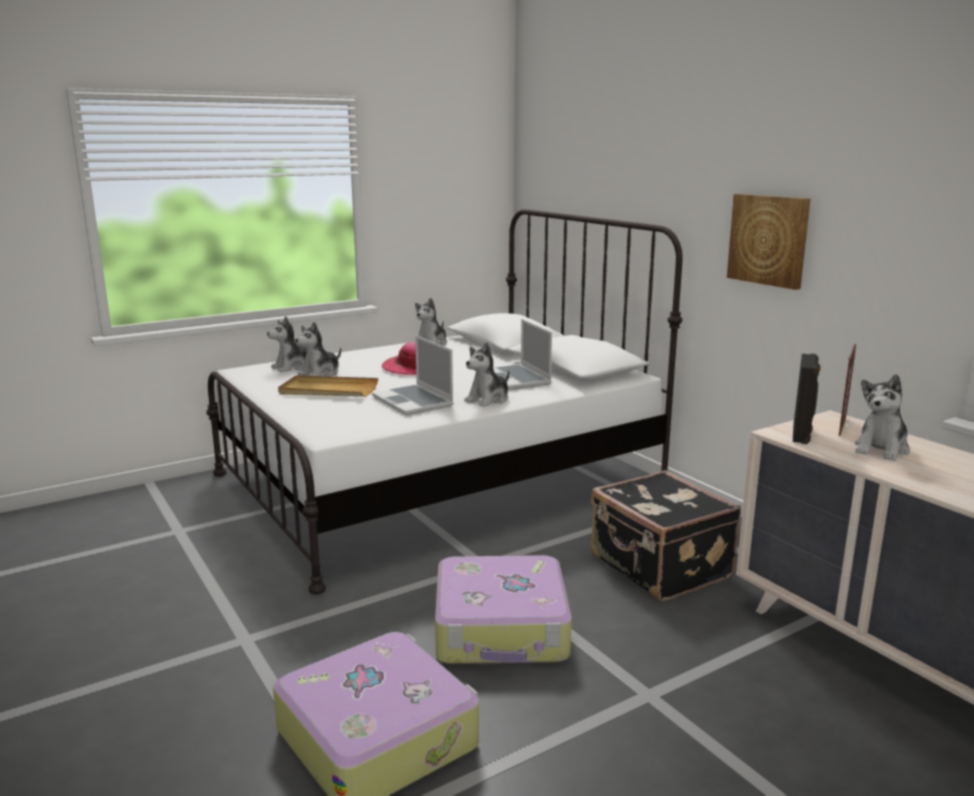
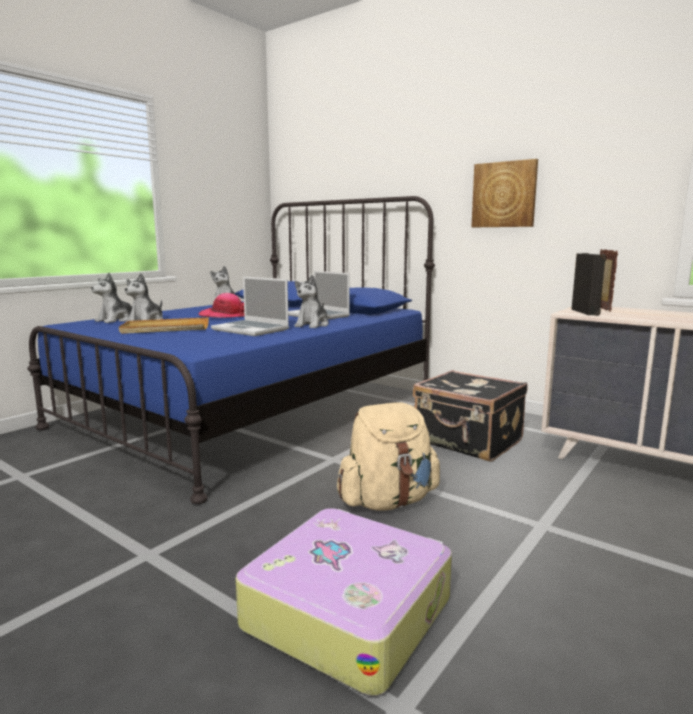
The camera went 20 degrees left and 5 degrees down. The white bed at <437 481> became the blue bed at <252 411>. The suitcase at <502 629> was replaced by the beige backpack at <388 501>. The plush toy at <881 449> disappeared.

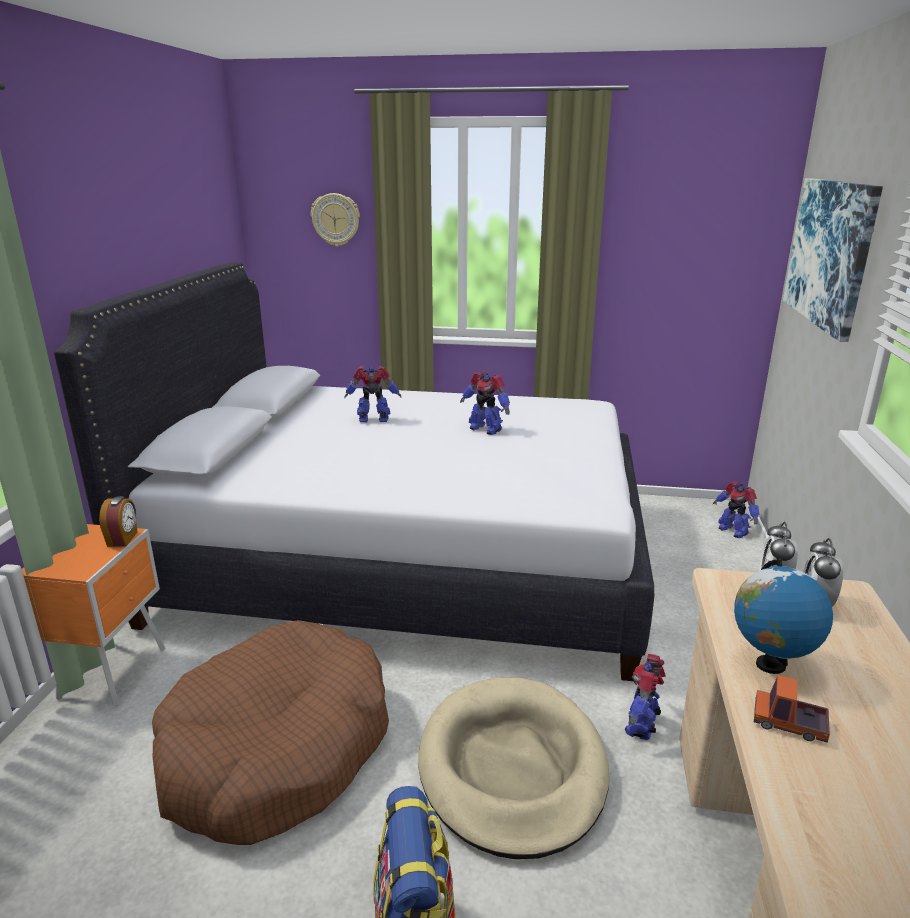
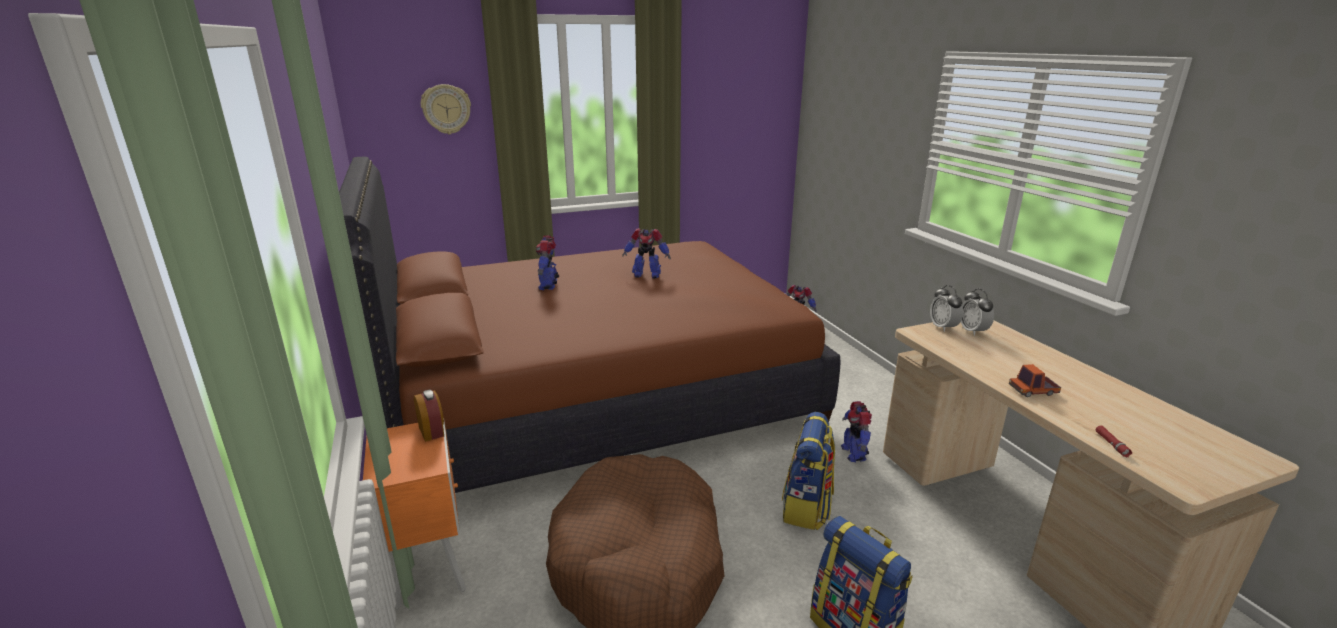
The camera went 30 degrees left and 0 degrees up. The white bed at <406 559> became the brown bed at <595 399>. The toy robot at <374 420> turned 60 degrees counterclockwise. The beige dog bed at <512 768> was replaced by the backpack at <807 508>. The globe at <770 665> disappeared. The picture at <829 253> disappeared. The red flashlight at <1111 444> appeared.

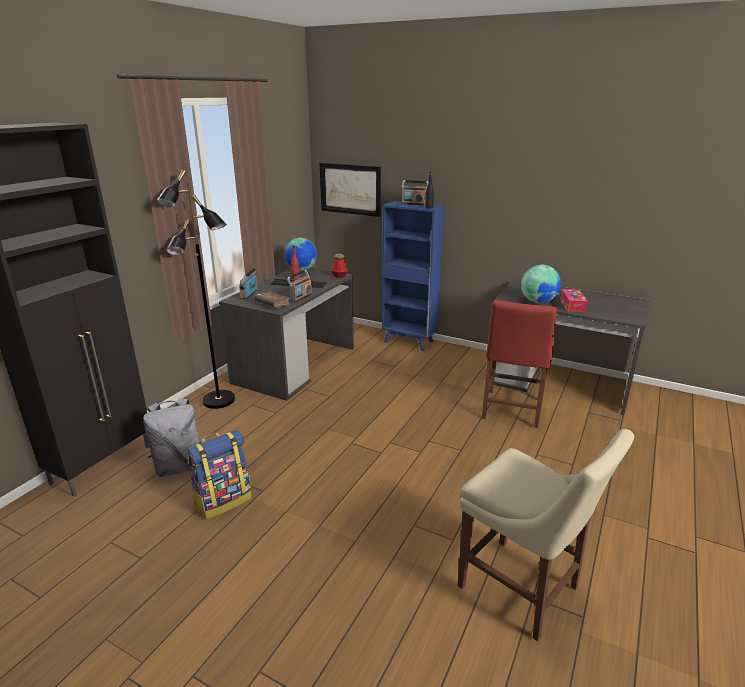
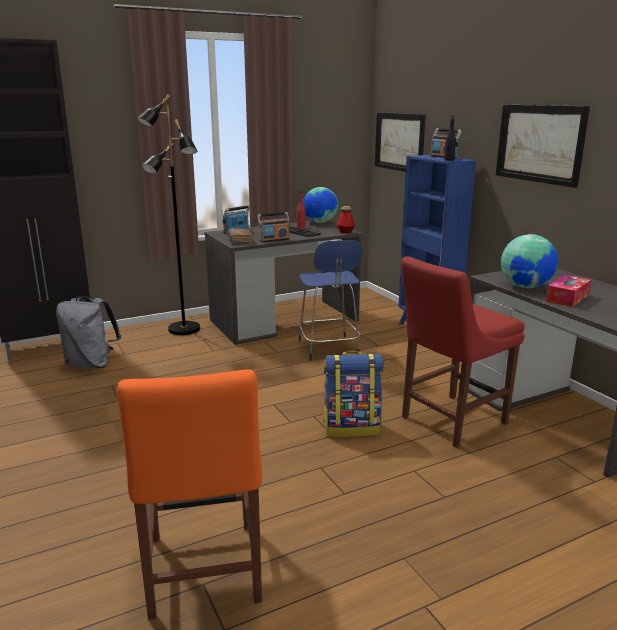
The camera went 35 degrees right and 5 degrees down. The backpack moved from <223 500> to <352 427>. The beige chair at <523 590> became the orange chair at <203 573>. The blue stool at <329 349> appeared. The picture at <540 143> appeared.

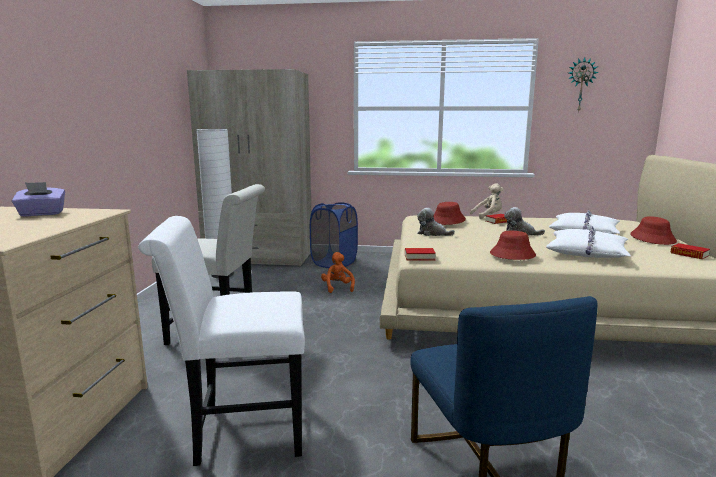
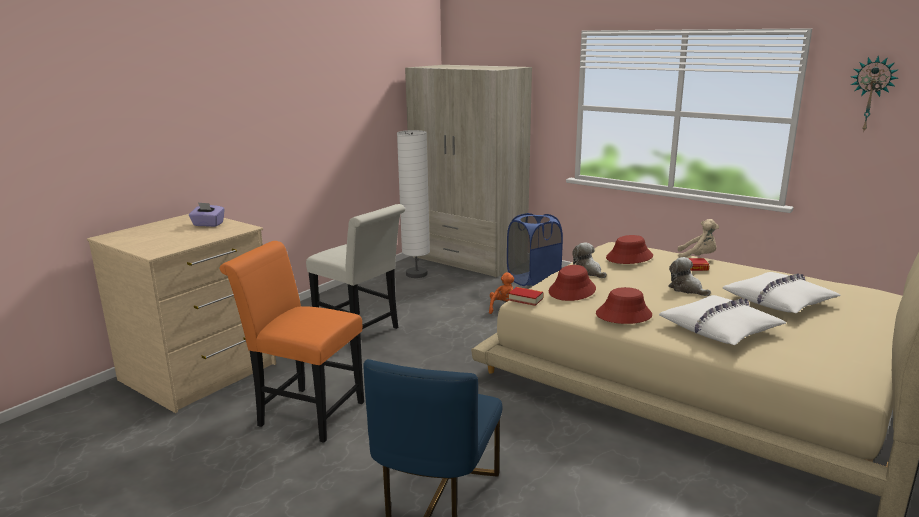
The camera went 30 degrees right and 5 degrees up. The white chair at <241 430> became the orange chair at <305 412>. The red hat moved from <652 238> to <572 290>. The book at <689 254> disappeared.

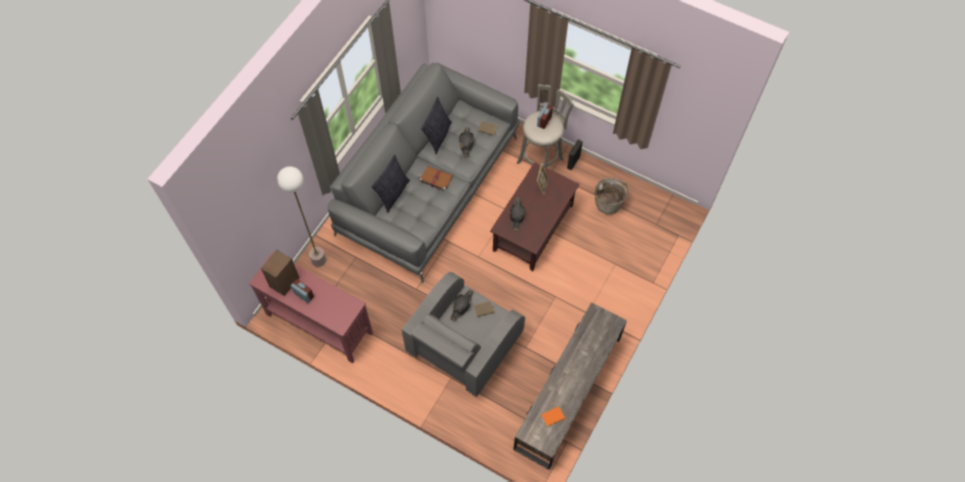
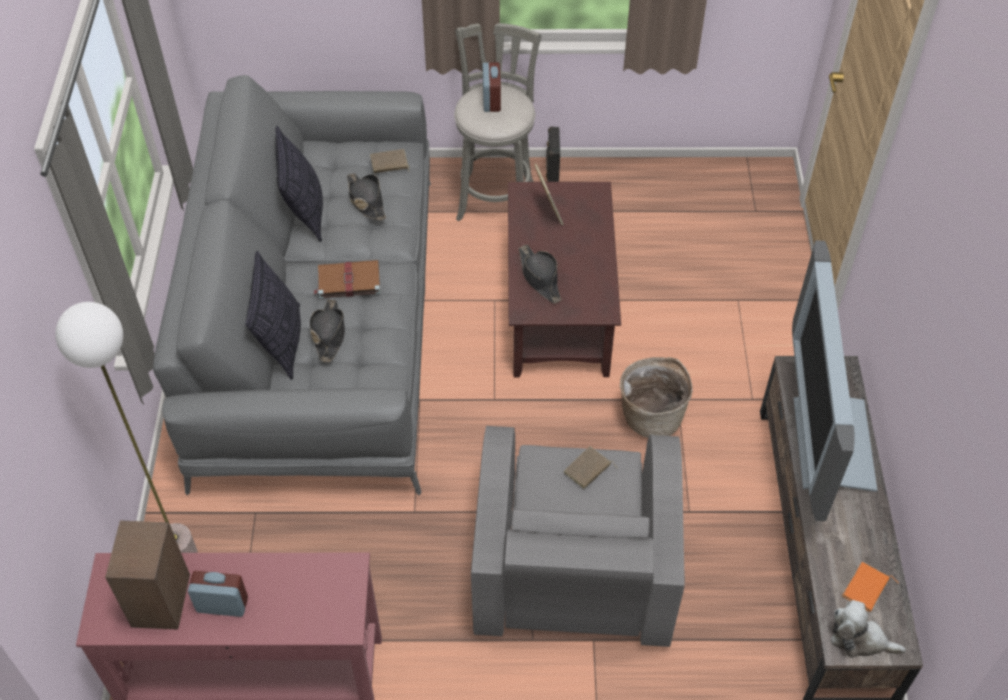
The camera went 30 degrees left and 10 degrees down. The black hat moved from <462 306> to <329 334>. The basket moved from <608 203> to <651 415>. The television at <825 444> appeared. The plush toy at <859 639> appeared.

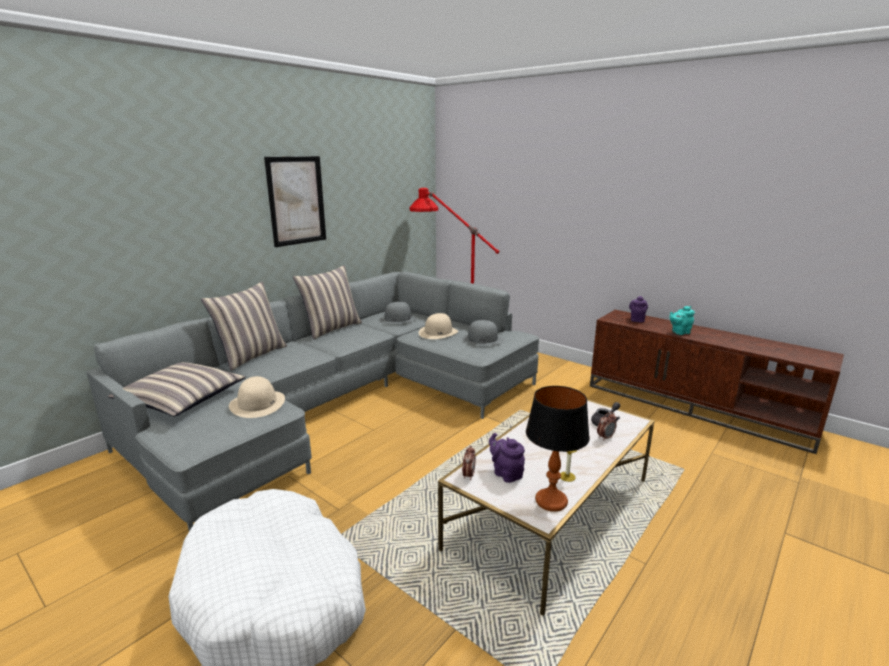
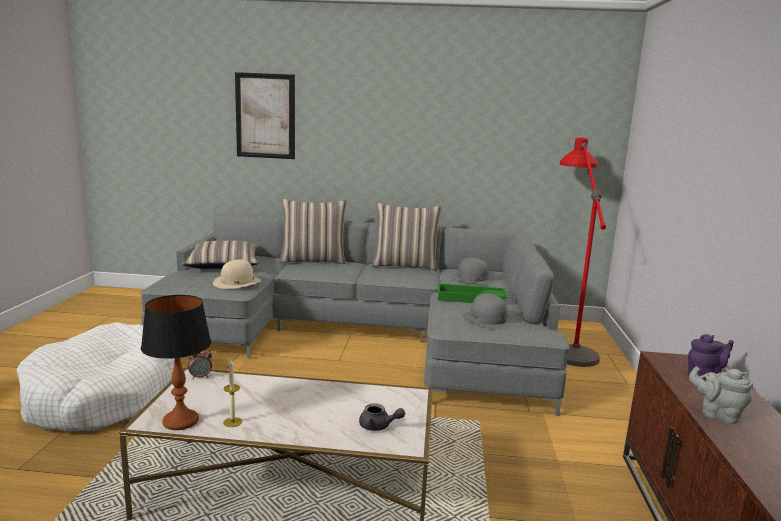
The camera went 55 degrees right and 5 degrees down. The picture moved from <296 201> to <265 116>. The beige hat at <438 332> was replaced by the green tray at <470 299>. The purple teapot at <506 473> disappeared. The alarm clock at <605 437> disappeared. The turquoise teapot at <679 332> became the grey teapot at <717 414>.

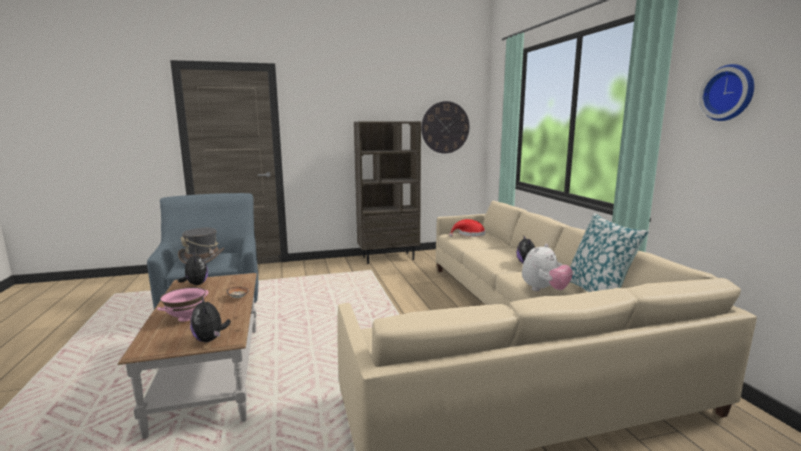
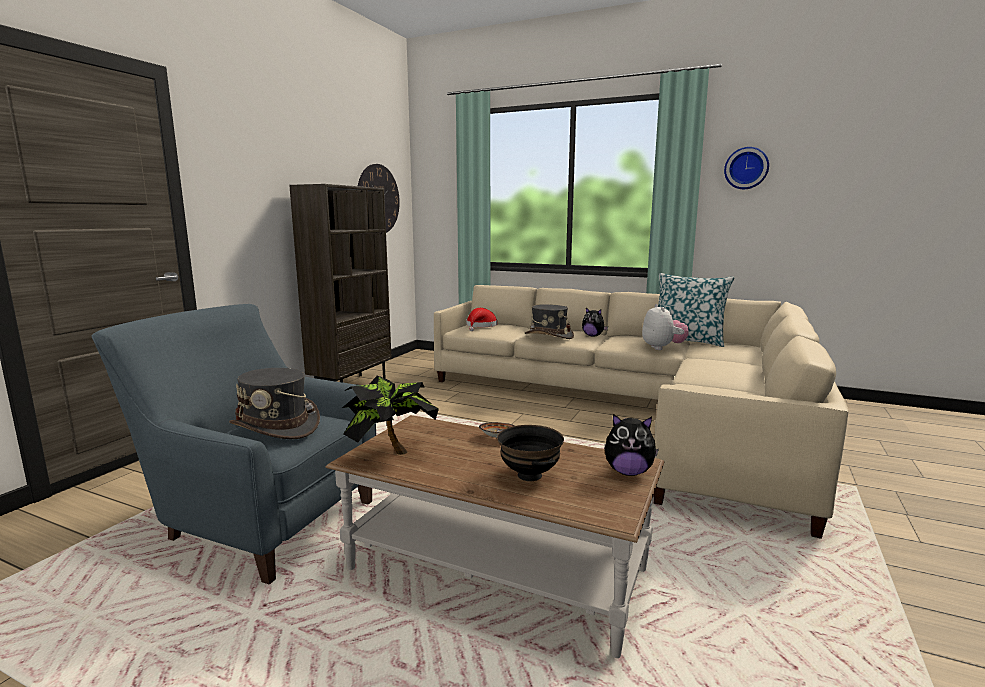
The camera went 50 degrees left and 0 degrees up. The pink bowl at <186 318> became the black bowl at <530 475>. The plush toy at <196 284> was replaced by the potted plant at <389 452>. The grey hat at <548 336> appeared.

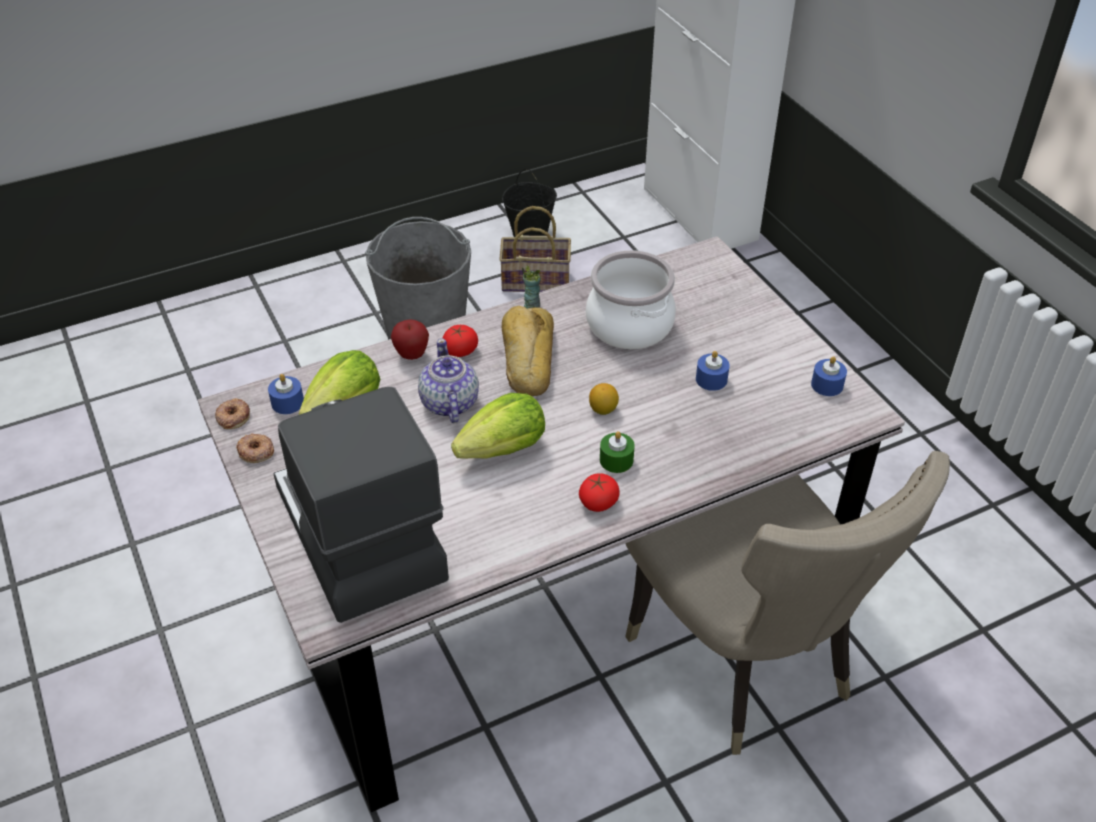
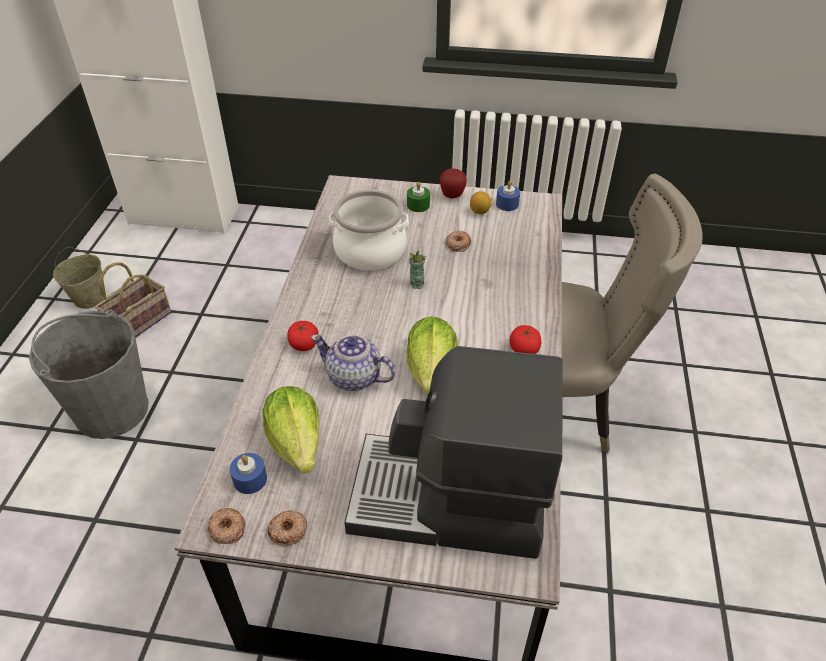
The camera went 55 degrees left and 0 degrees up. The apple moved from <412 355> to <452 196>. The black bucket at <530 232> became the beige bucket at <90 298>. The bread at <526 358> disappeared. The cup moved from <531 305> to <416 284>. The lemon moved from <603 410> to <480 211>. The green candle moved from <616 460> to <418 205>. The blue candle at <711 379> was replaced by the donut at <458 244>.

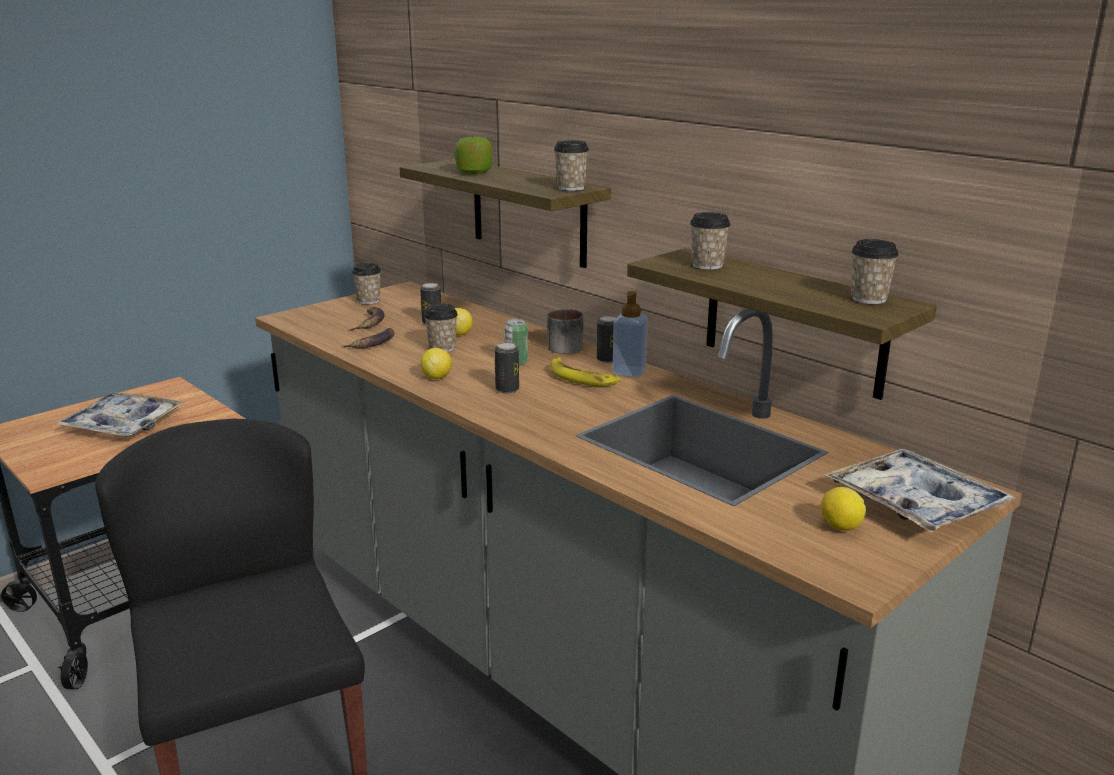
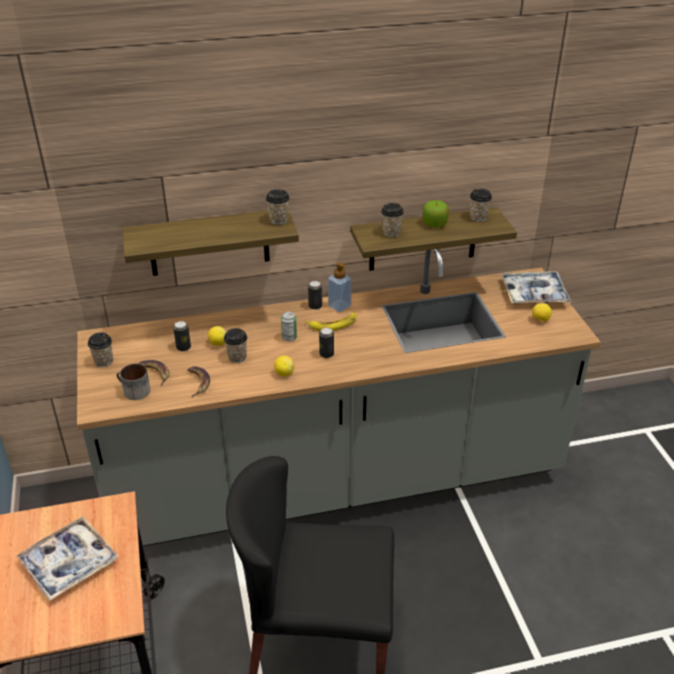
The camera went 60 degrees left and 15 degrees up. The apple moved from <474 172> to <435 224>. The mug moved from <563 346> to <133 391>.

